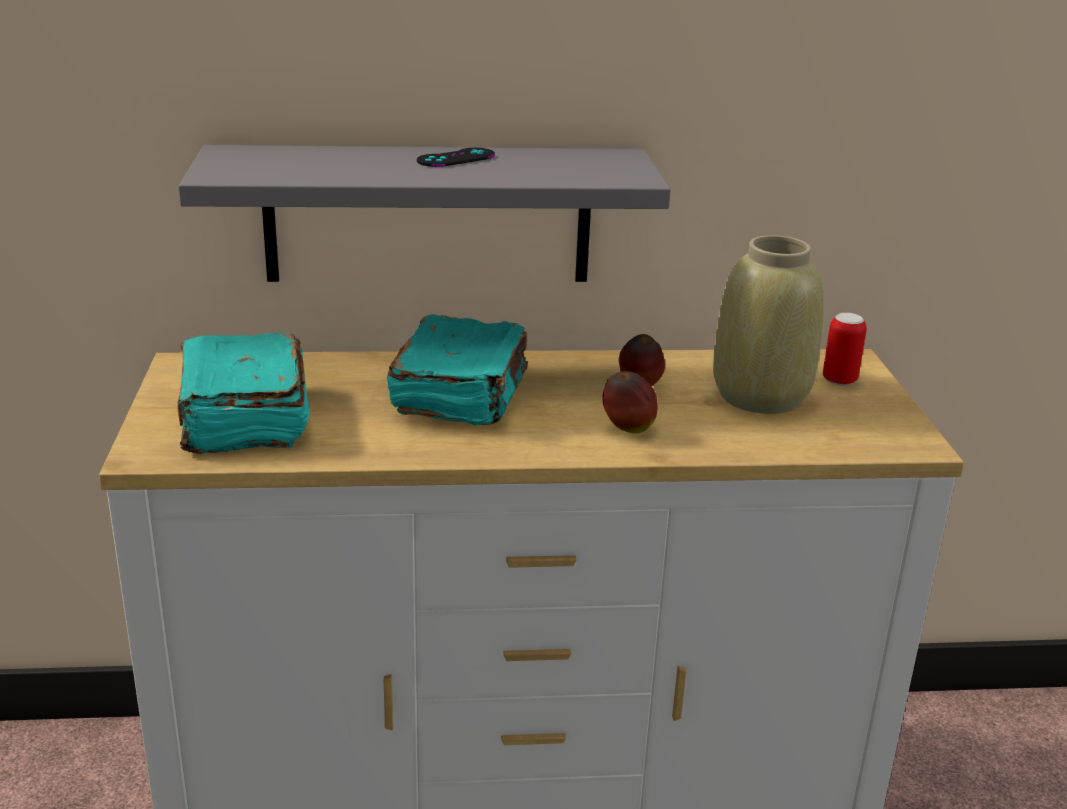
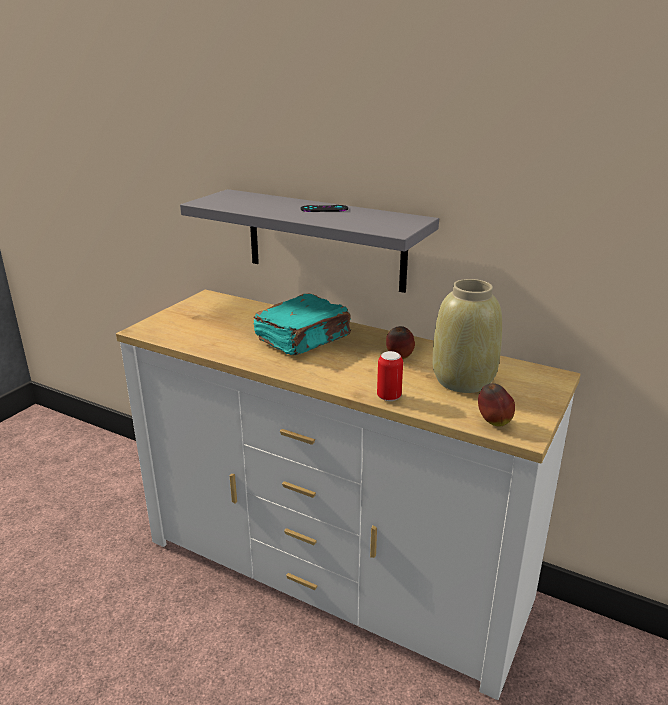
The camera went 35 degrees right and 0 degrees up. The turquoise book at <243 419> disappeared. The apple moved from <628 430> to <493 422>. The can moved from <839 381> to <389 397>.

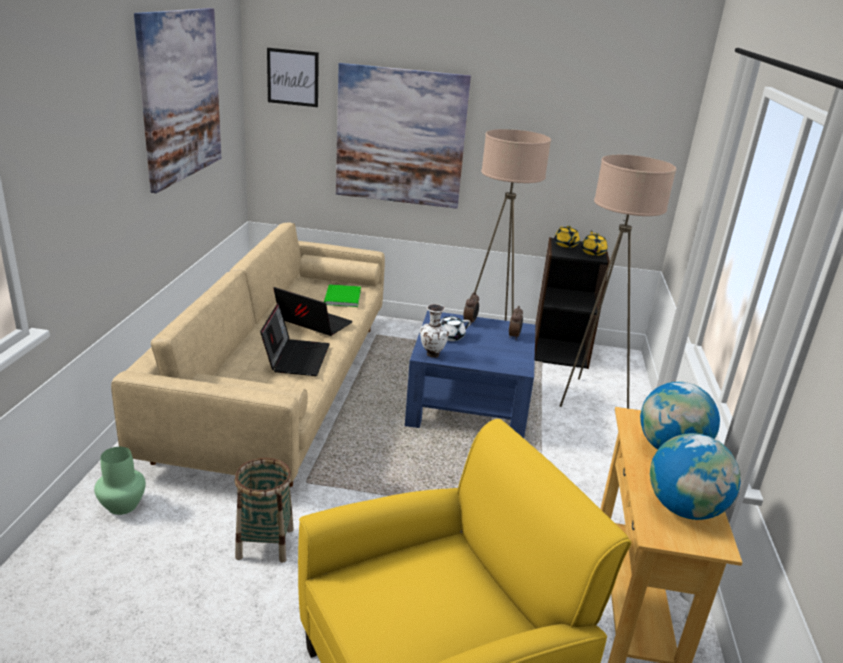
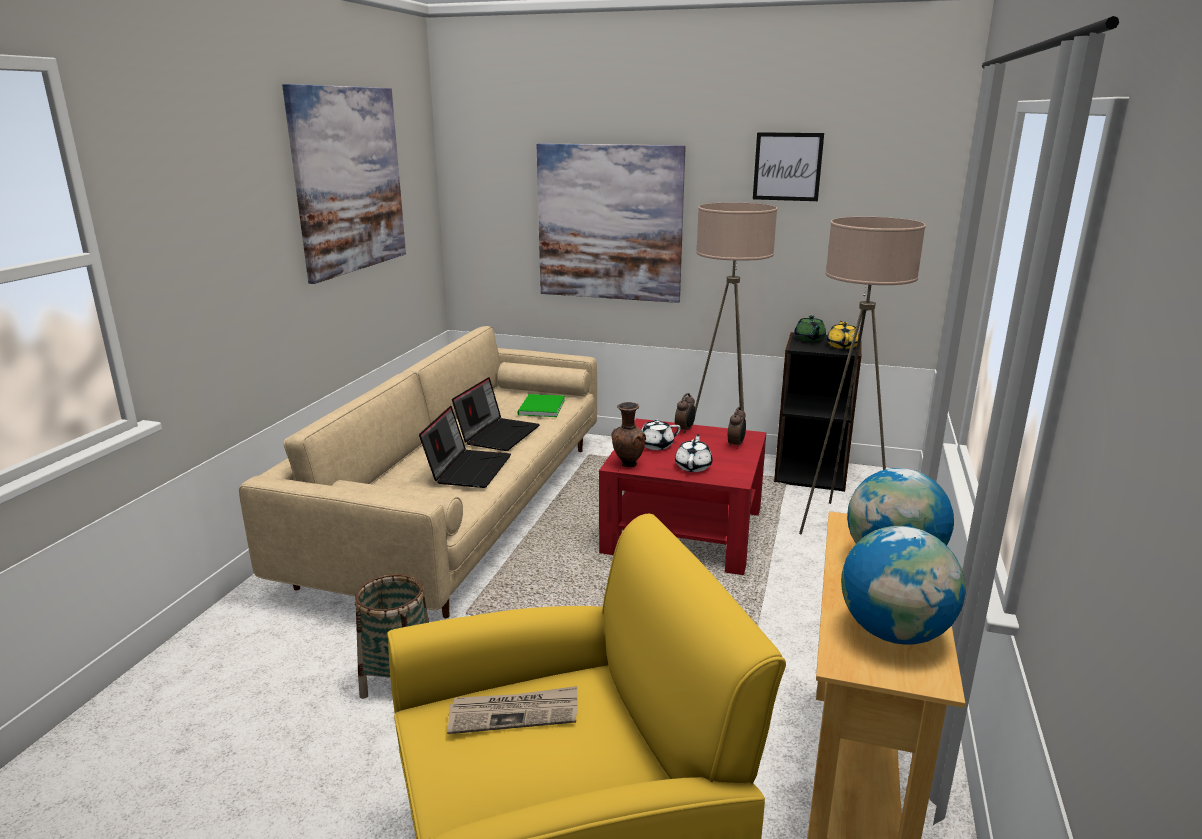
The camera went 10 degrees right and 5 degrees down. The green vase at <122 505> disappeared. The picture moved from <293 77> to <787 166>. The laptop at <312 323> turned 75 degrees clockwise. The blue coffee table at <468 404> became the red coffee table at <683 530>. The white vase at <431 355> became the brown vase at <627 464>. The yellow teapot at <566 245> became the green teapot at <809 339>. The newspaper at <514 713> appeared. The white teapot at <693 466> appeared.

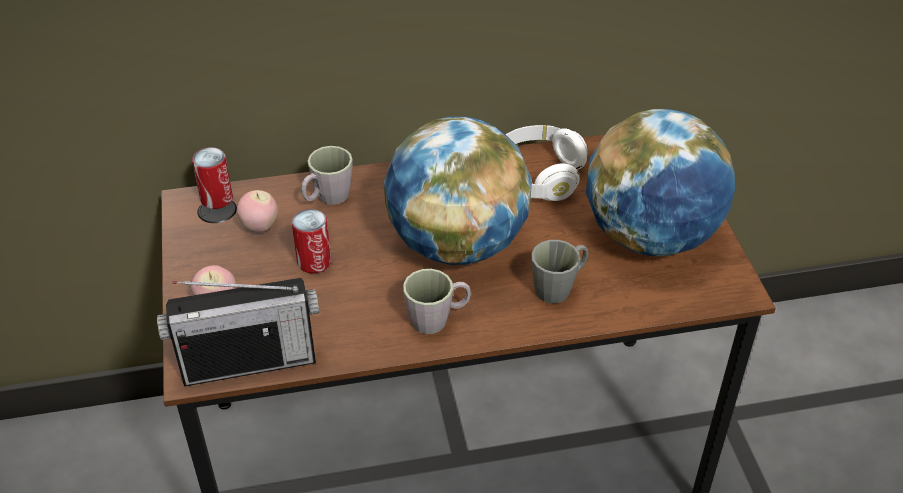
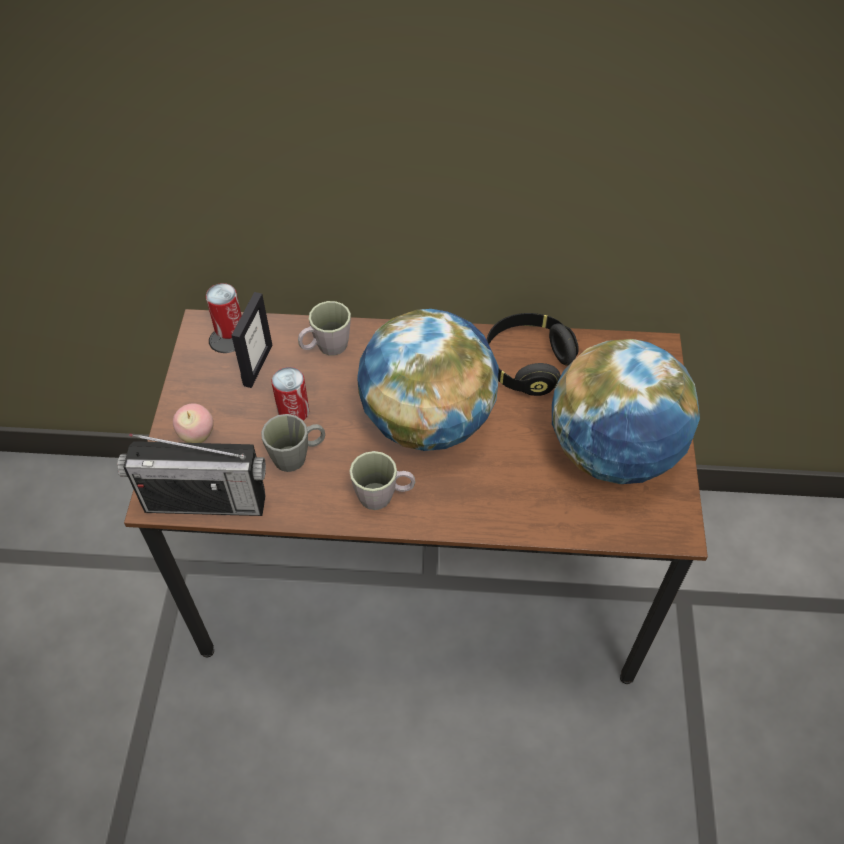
The camera went 15 degrees right and 10 degrees up. The apple at <259 227> was replaced by the picture frame at <257 365>. The white headphones at <537 177> became the black headphones at <527 364>. The grey mug moved from <559 287> to <297 456>.

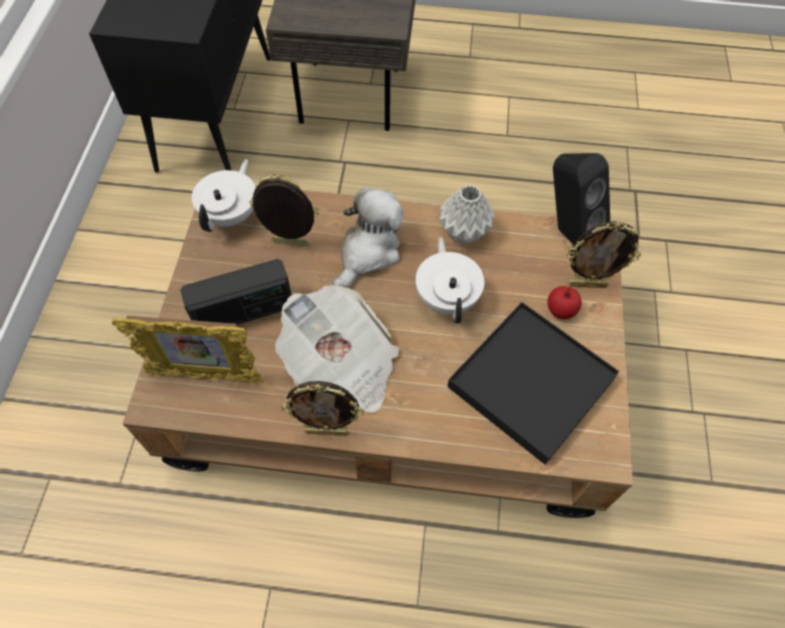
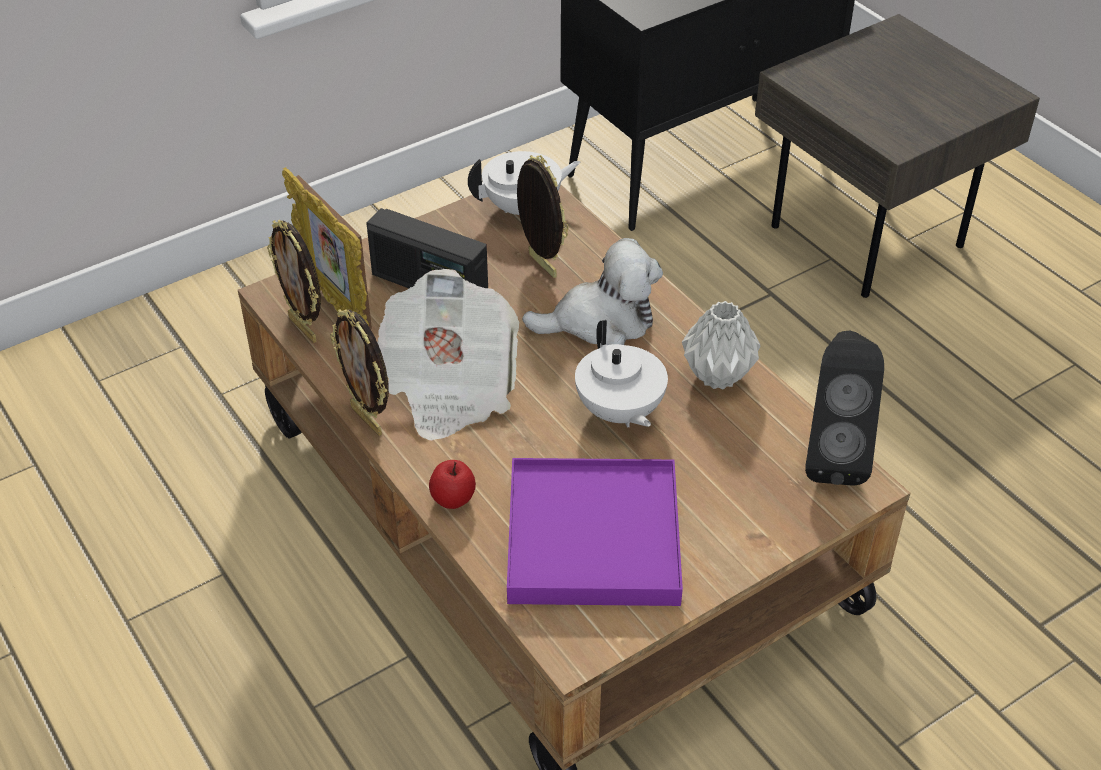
The camera went 50 degrees right and 15 degrees down. The white teapot at <447 298> turned 120 degrees clockwise. The black tray at <530 383> became the purple tray at <592 537>. The apple moved from <560 310> to <453 498>. The picture frame moved from <587 284> to <304 329>.

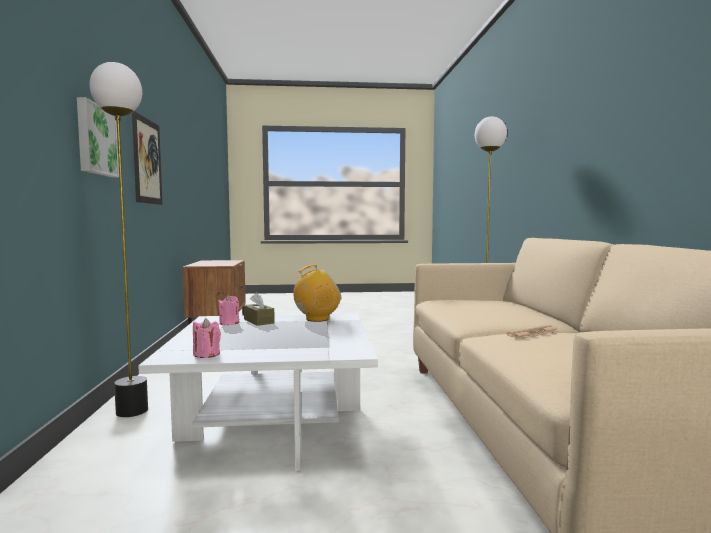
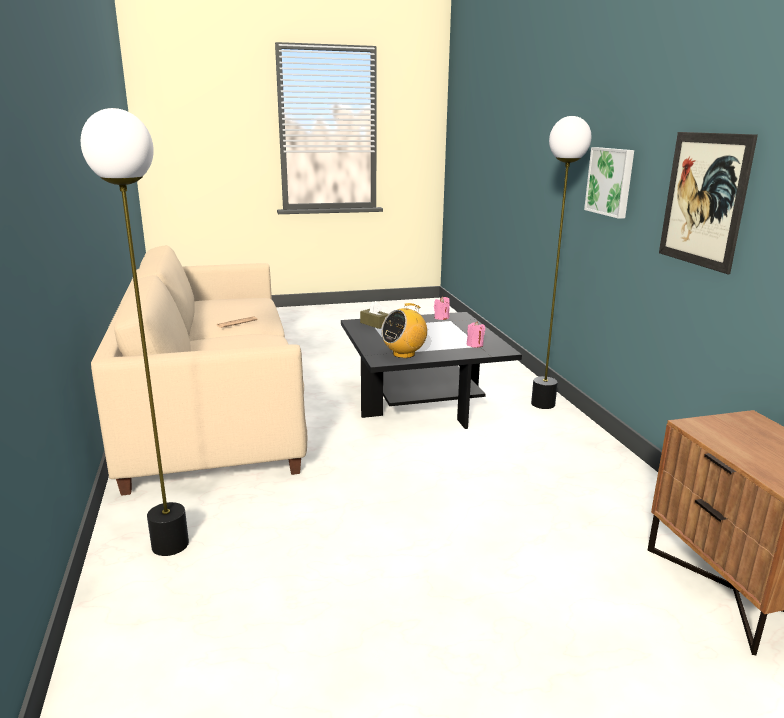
The camera went 170 degrees right and 15 degrees up. The white coffee table at <273 424> became the black coffee table at <422 401>. The brown tissue box moved from <259 321> to <374 324>.

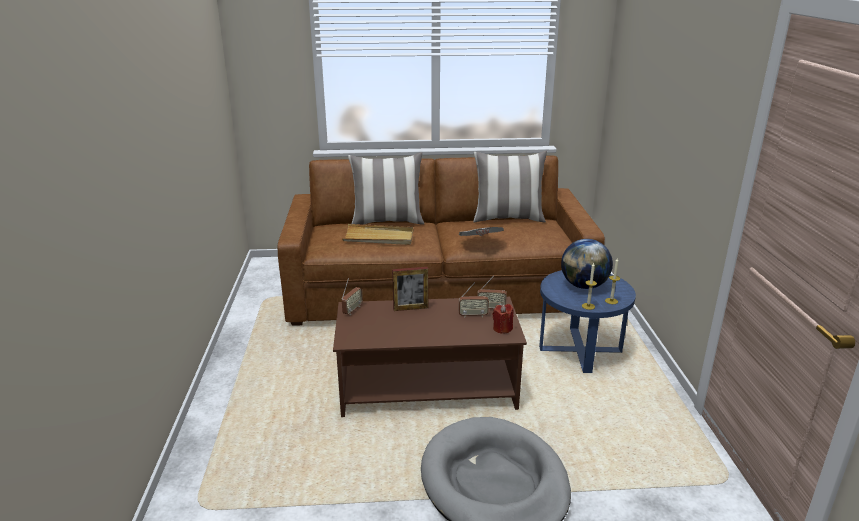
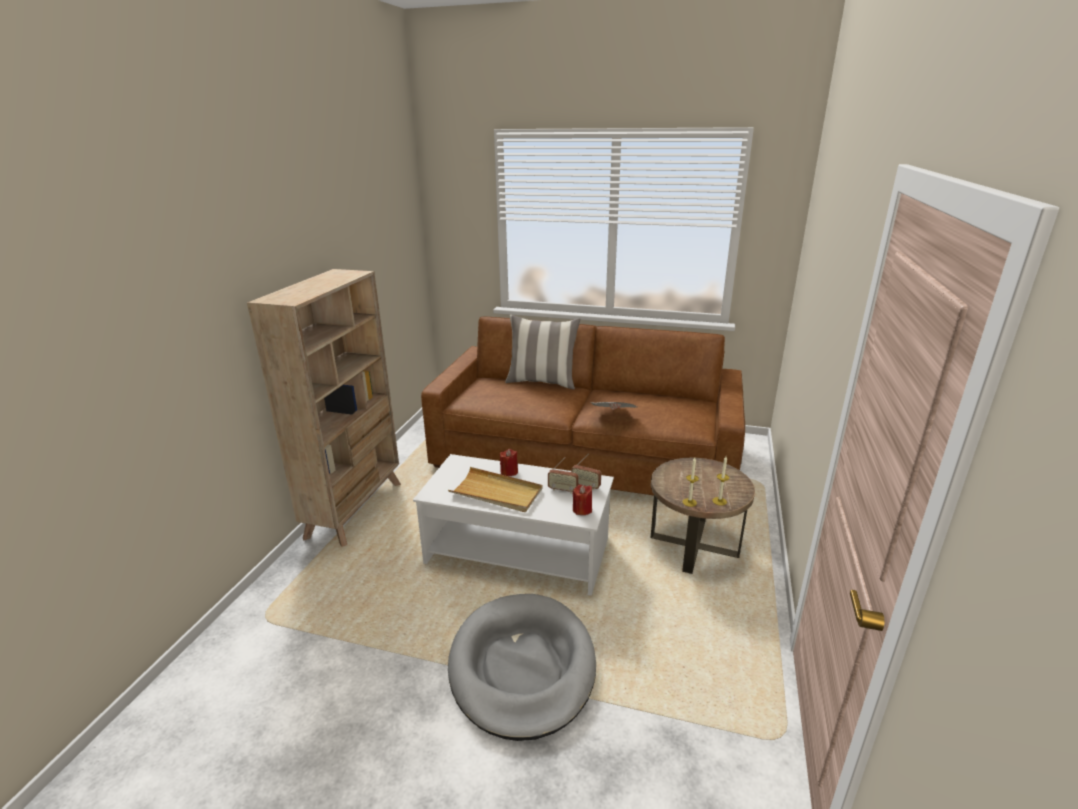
The camera went 20 degrees right and 0 degrees up. The brown coffee table at <428 387> became the white coffee table at <519 551>. The beige tray moved from <379 237> to <496 493>. The radio at <352 310> disappeared. The picture frame at <410 308> was replaced by the red candle at <509 472>. The pillow at <508 218> disappeared. The blue side table at <580 350> became the brown side table at <694 546>. The globe at <584 286> disappeared. The beige bookcase at <356 509> appeared.

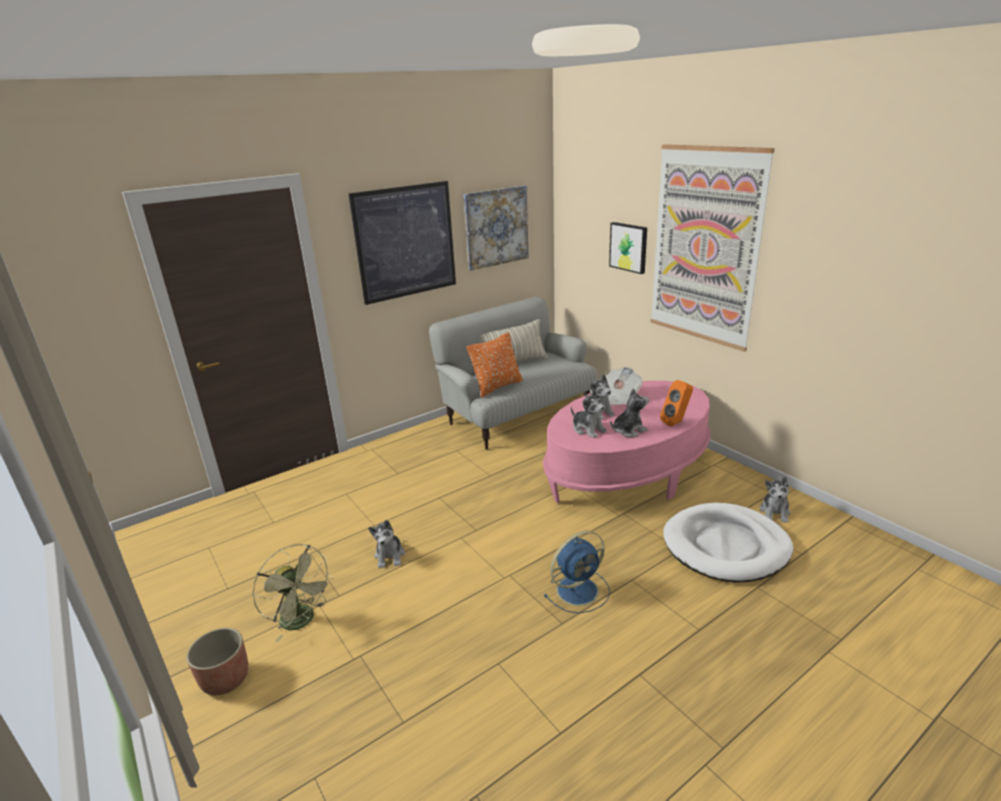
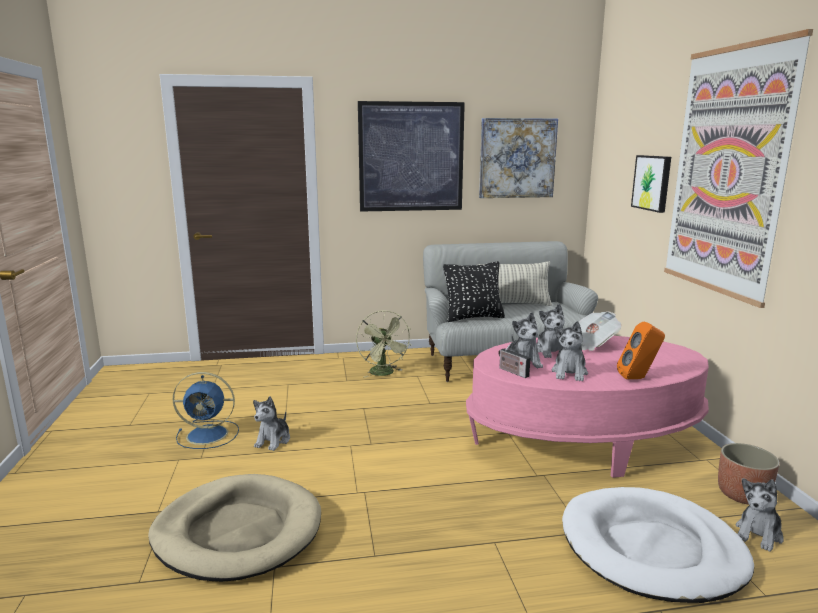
The camera went 25 degrees right and 10 degrees down. The planter moved from <226 679> to <743 495>. The green fan moved from <302 621> to <384 373>. The orange pillow at <497 387> became the black pillow at <473 317>. The blue fan moved from <579 590> to <209 435>. The plush toy at <628 430> turned 105 degrees clockwise. The beige dog bed at <238 531> appeared. The radio at <512 372> appeared.

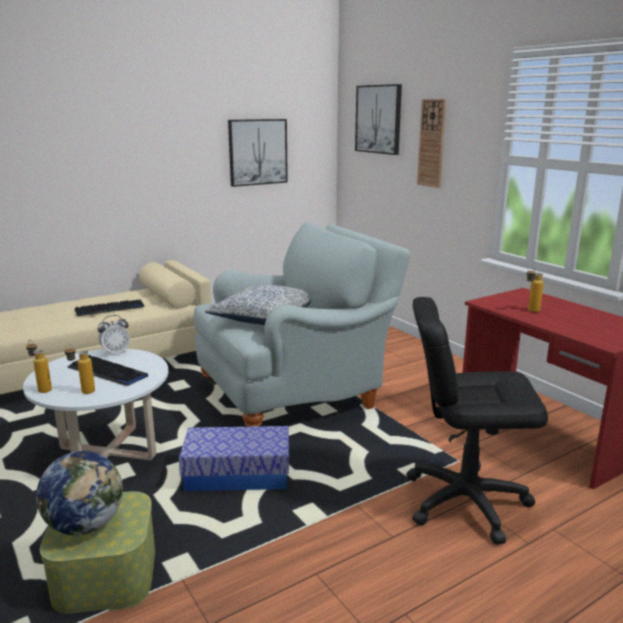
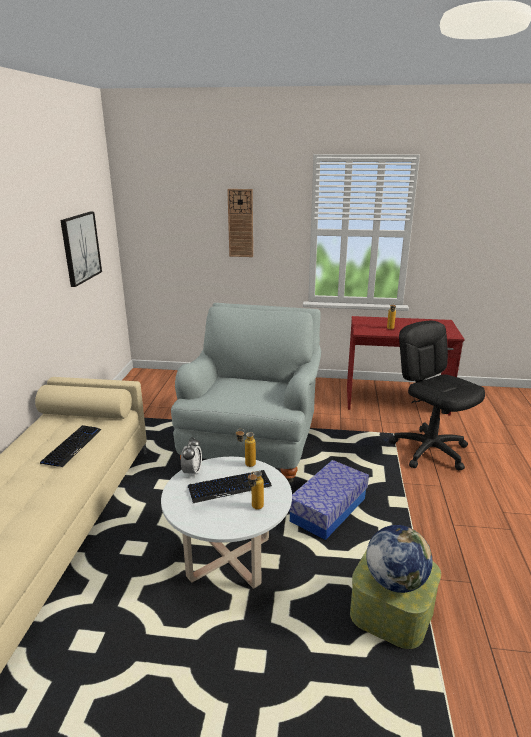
The camera went 50 degrees left and 5 degrees up. The bottle moved from <41 389> to <246 465>. The pillow at <264 317> disappeared. The picture at <378 119> disappeared. The black office chair at <465 501> turned 105 degrees clockwise.

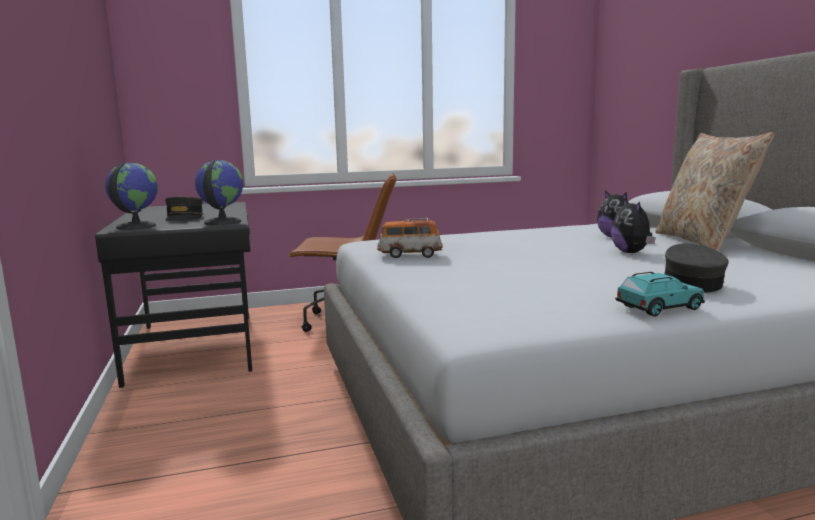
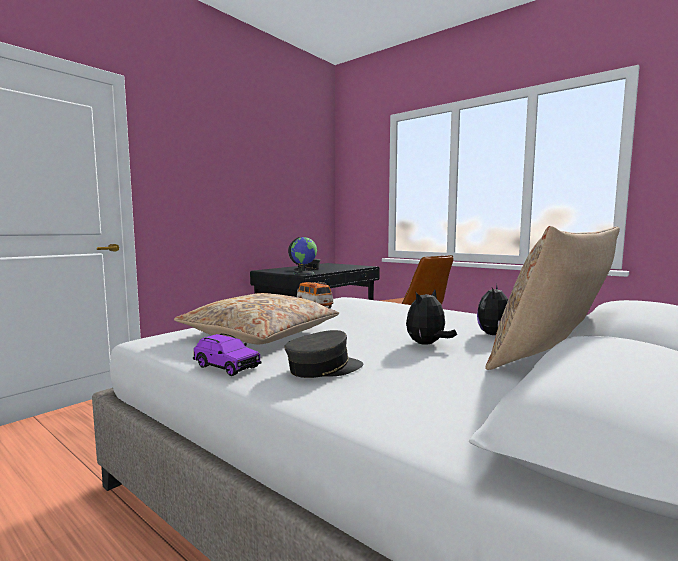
The camera went 55 degrees right and 5 degrees down. The globe at <135 226> disappeared. The turquoise toy car at <659 308> became the purple toy car at <227 366>. The beige pillow at <261 334> appeared.

